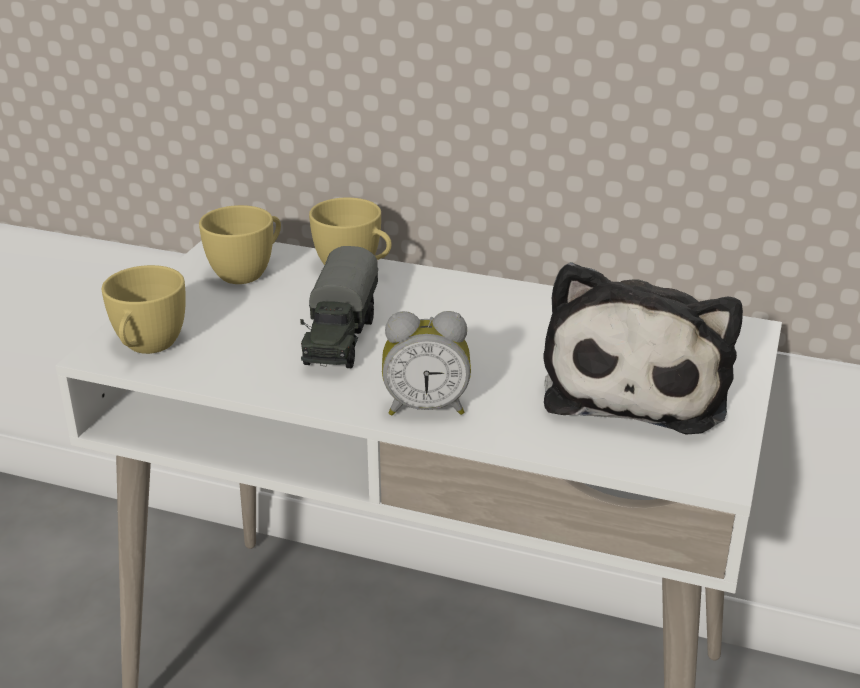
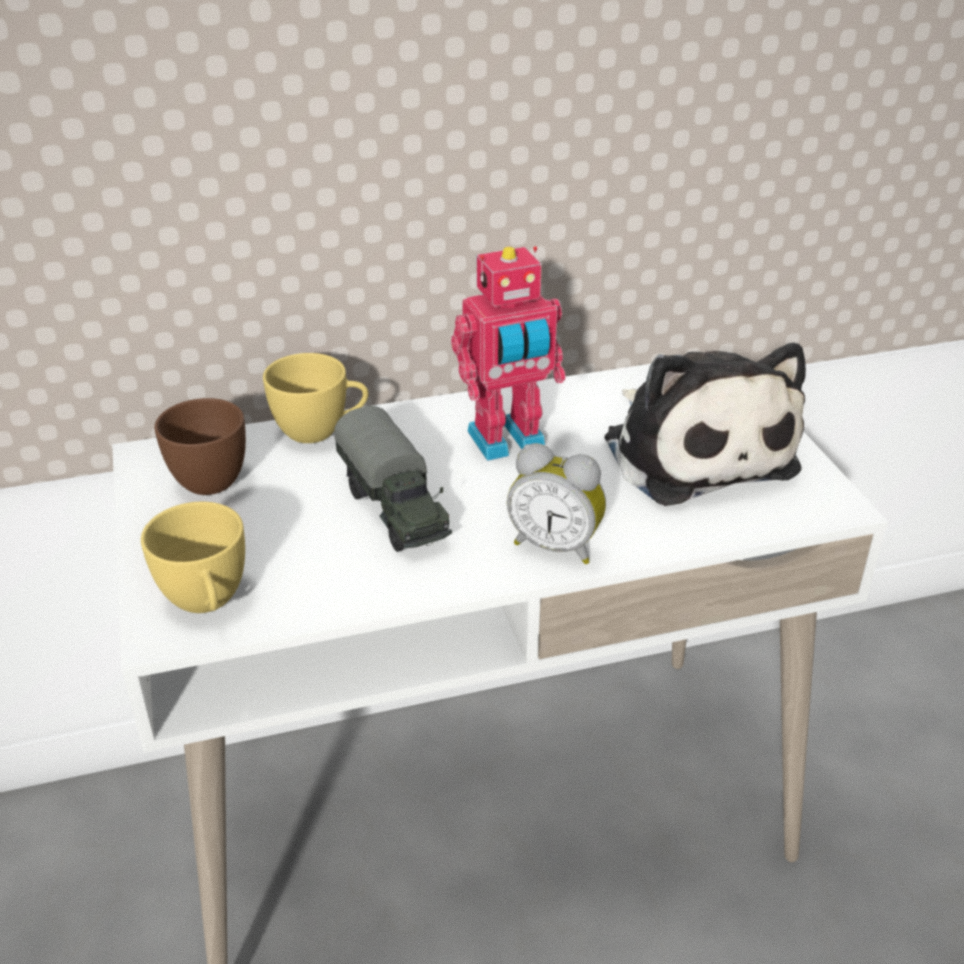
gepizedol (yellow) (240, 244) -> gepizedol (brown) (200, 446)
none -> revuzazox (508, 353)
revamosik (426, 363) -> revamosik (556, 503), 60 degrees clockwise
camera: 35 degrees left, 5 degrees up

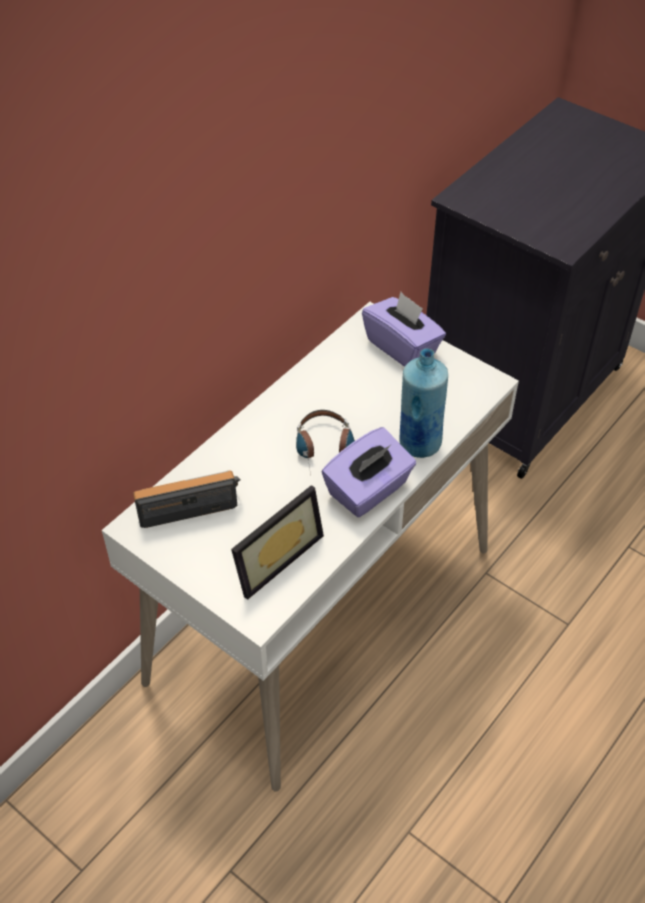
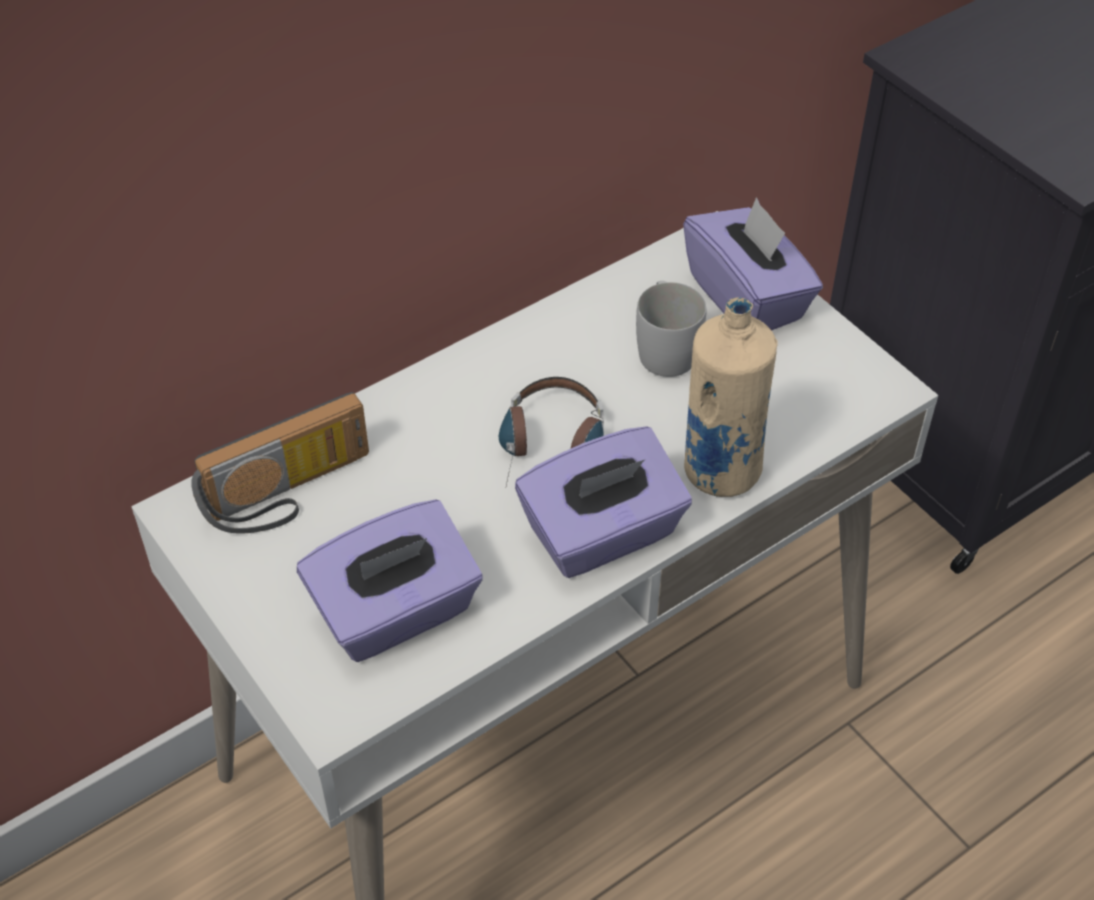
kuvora (187, 499) -> kuvora (280, 463), 150 degrees clockwise
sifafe (277, 542) -> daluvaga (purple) (389, 580)
none -> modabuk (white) (671, 329)
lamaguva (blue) (423, 403) -> lamaguva (beige) (731, 397)
camera: 15 degrees right, 0 degrees up

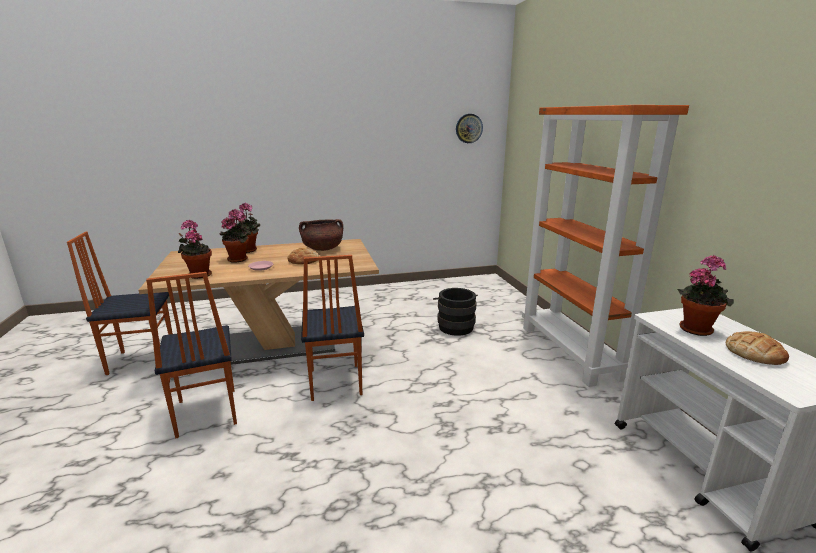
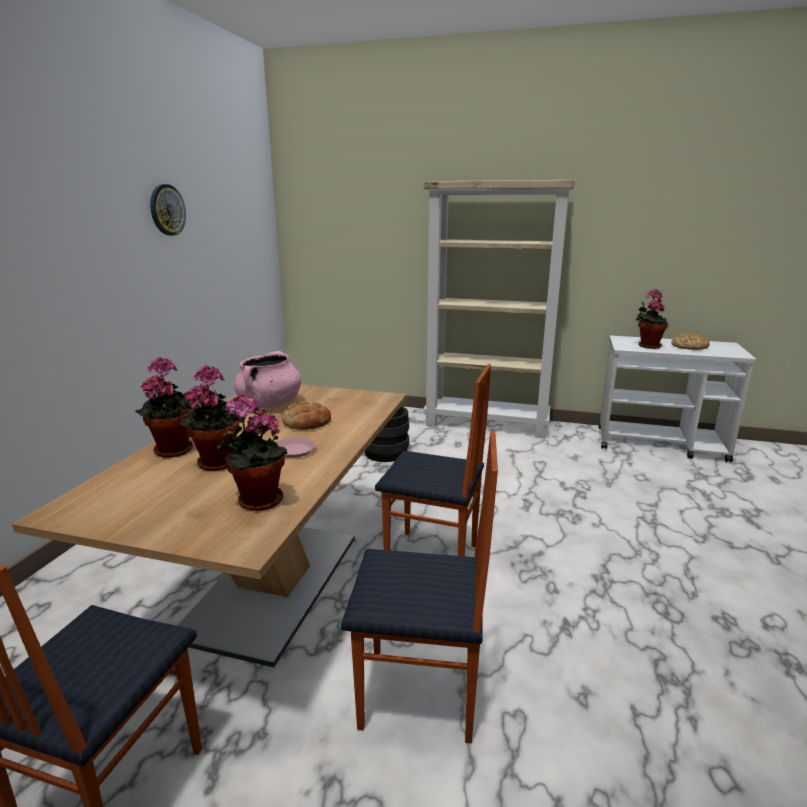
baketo (469, 128) -> baketo (168, 210), moved
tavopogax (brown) (321, 235) -> tavopogax (pink) (267, 379)
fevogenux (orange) (605, 246) -> fevogenux (beige) (499, 309)
camera: 60 degrees left, 0 degrees up

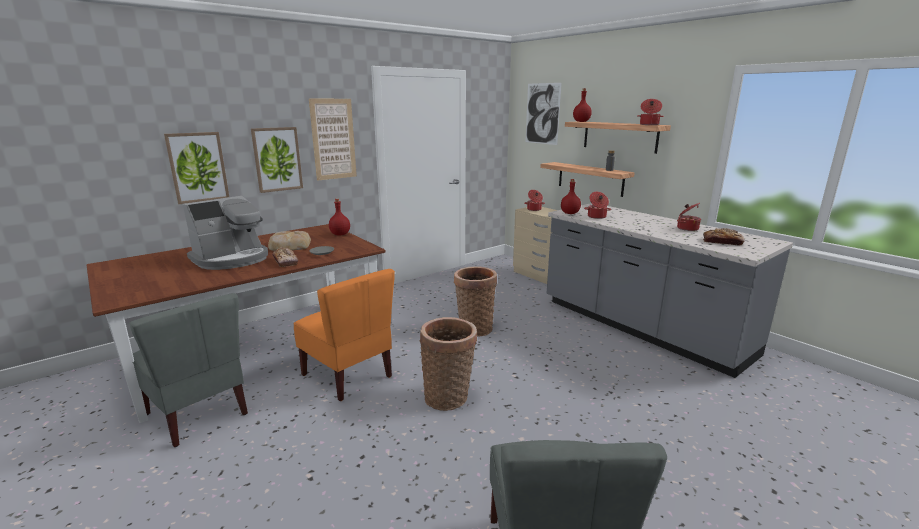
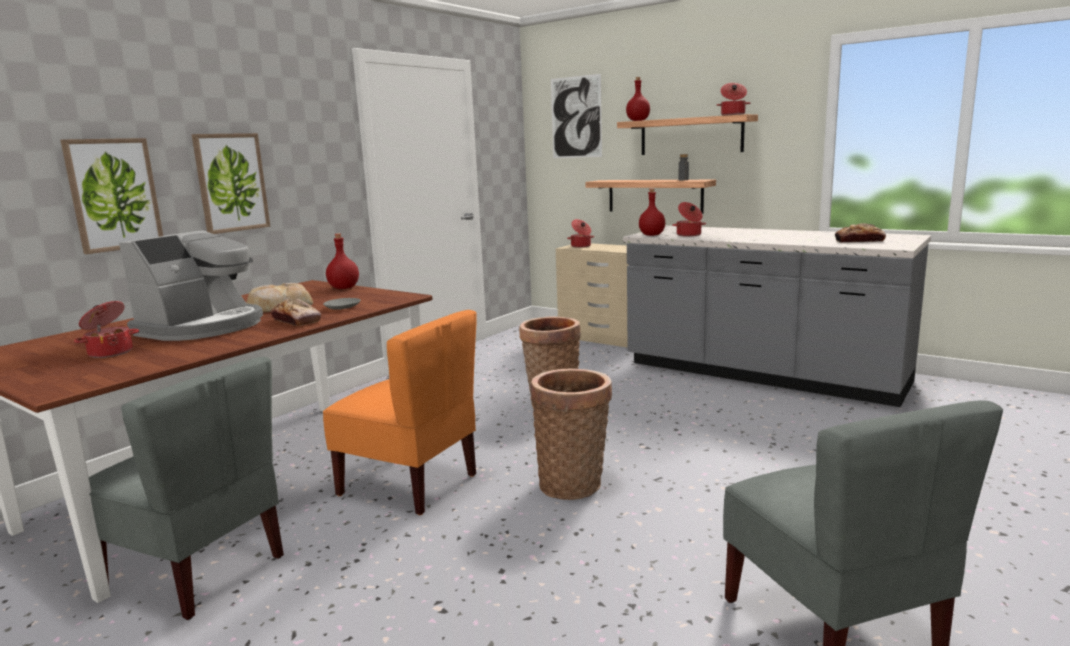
tavopogax (689, 217) -> tavopogax (106, 329), moved
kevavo (333, 140) -> none
camera: 15 degrees left, 5 degrees down

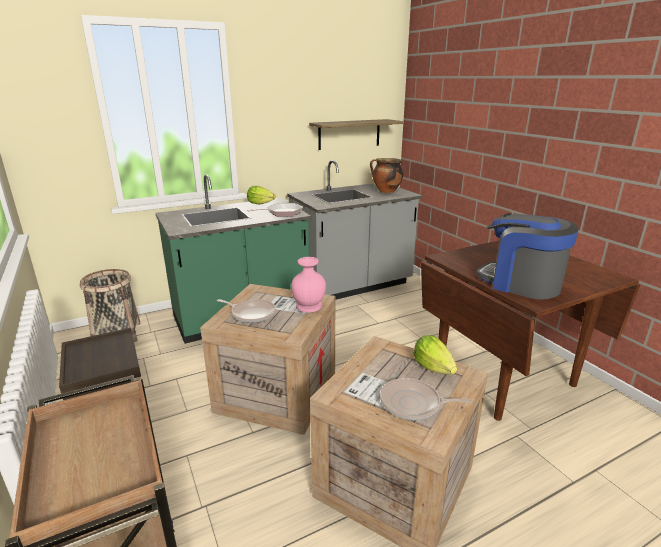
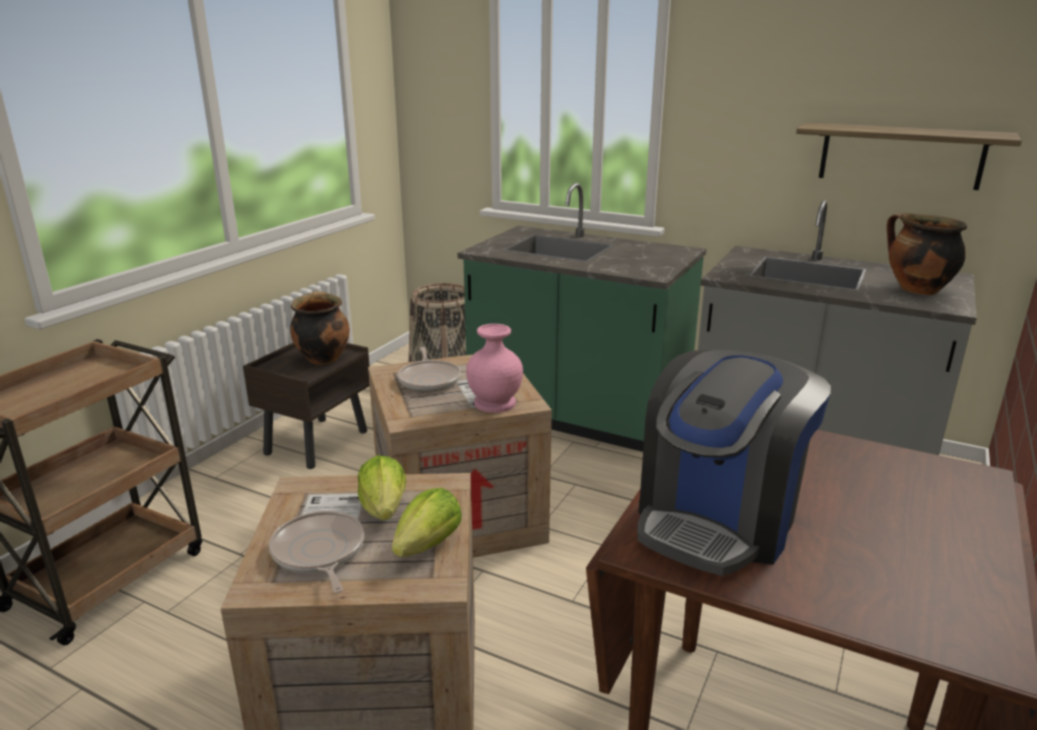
none -> tavopogax (320, 328)
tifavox (261, 195) -> tifavox (382, 487), moved
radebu (527, 256) -> radebu (734, 462), 150 degrees counterclockwise
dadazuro (275, 209) -> none
camera: 55 degrees right, 0 degrees up

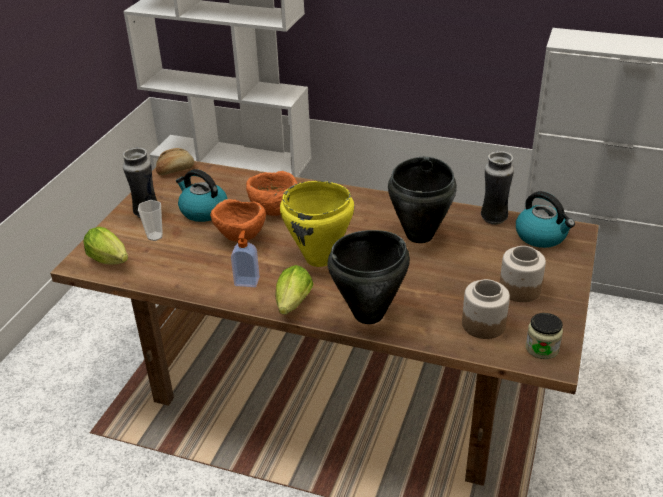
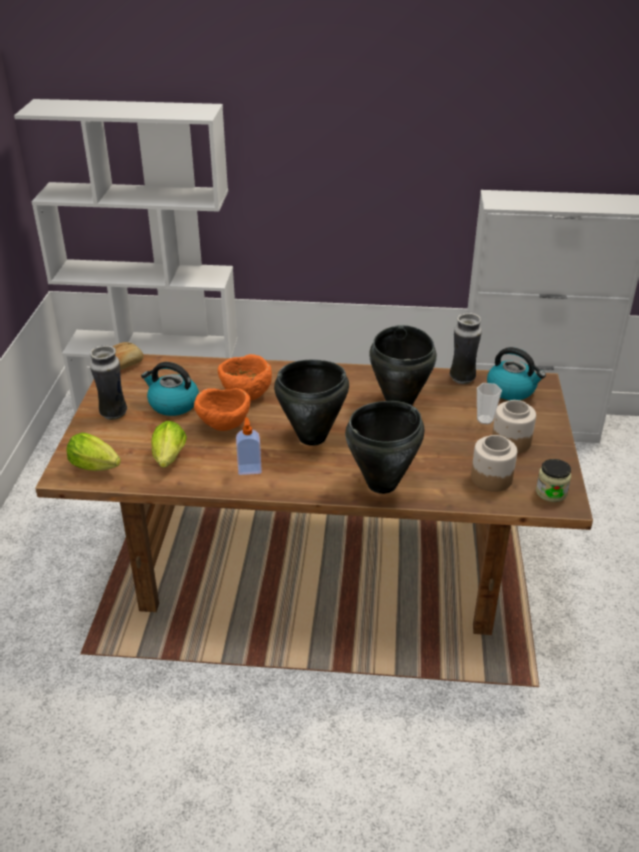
tifavox (294, 290) -> tifavox (169, 444), moved
tavopogax (yellow) (317, 224) -> tavopogax (black) (311, 403)
gepizedol (150, 220) -> gepizedol (489, 403), moved
camera: 15 degrees left, 0 degrees up

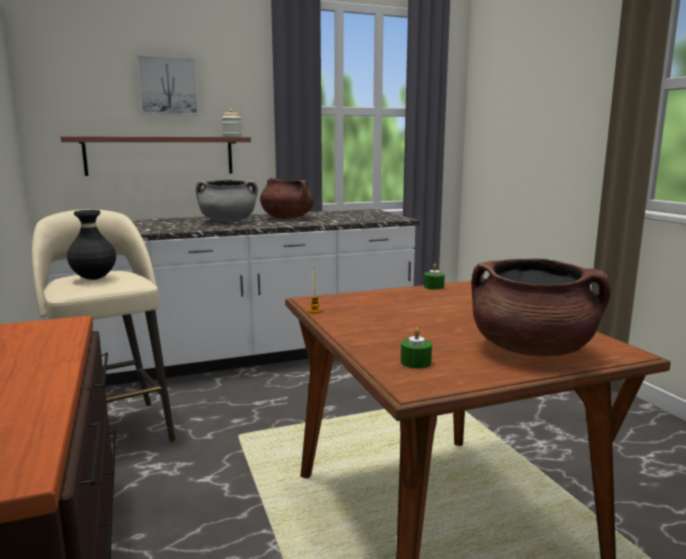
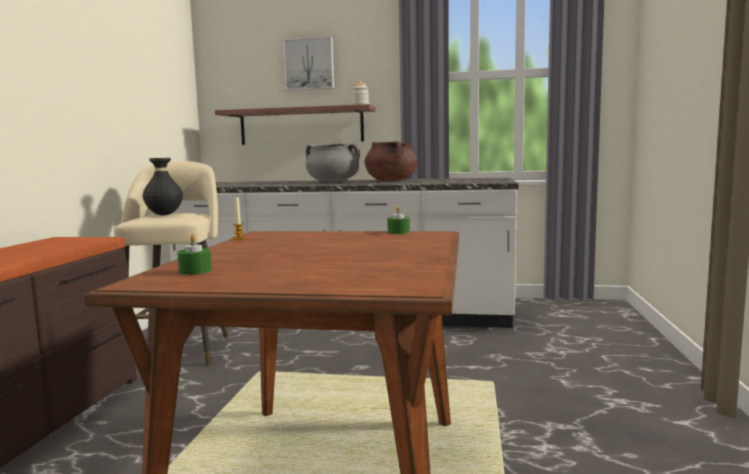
tavopogax (brown) (541, 307) -> none
camera: 30 degrees right, 5 degrees down

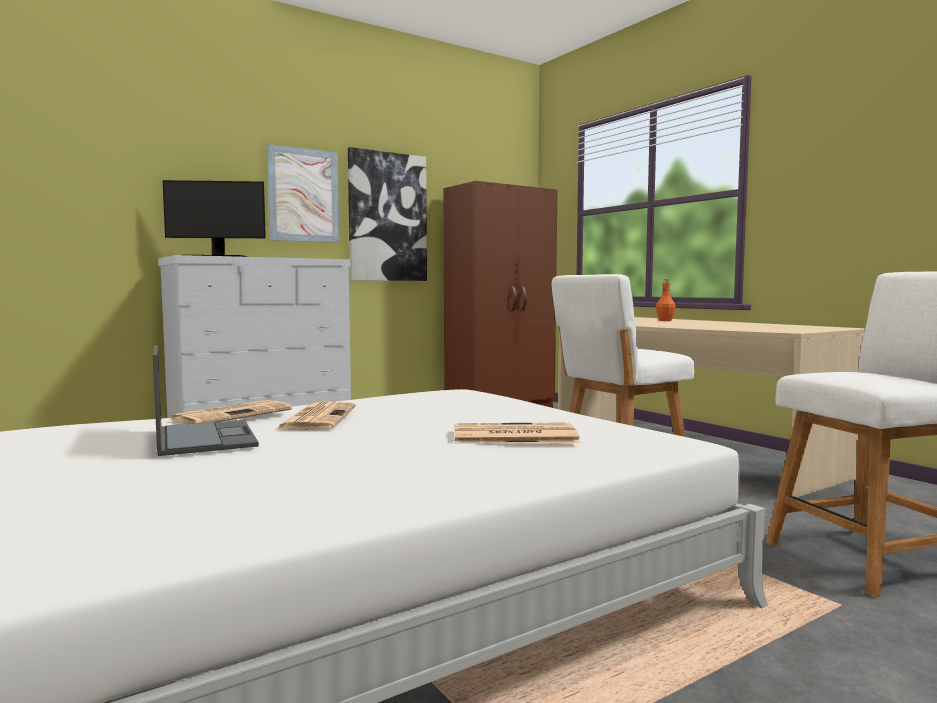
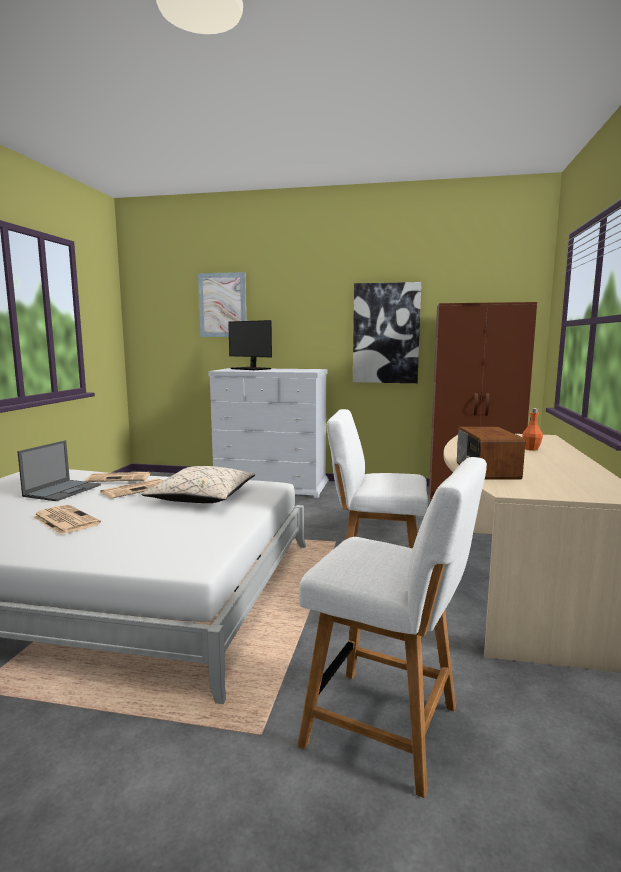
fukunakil (517, 433) -> fukunakil (67, 520), moved
none -> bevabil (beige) (198, 484)
kevavo (303, 193) -> kevavo (222, 304), moved
none -> kuvora (491, 453)
camera: 45 degrees right, 5 degrees up

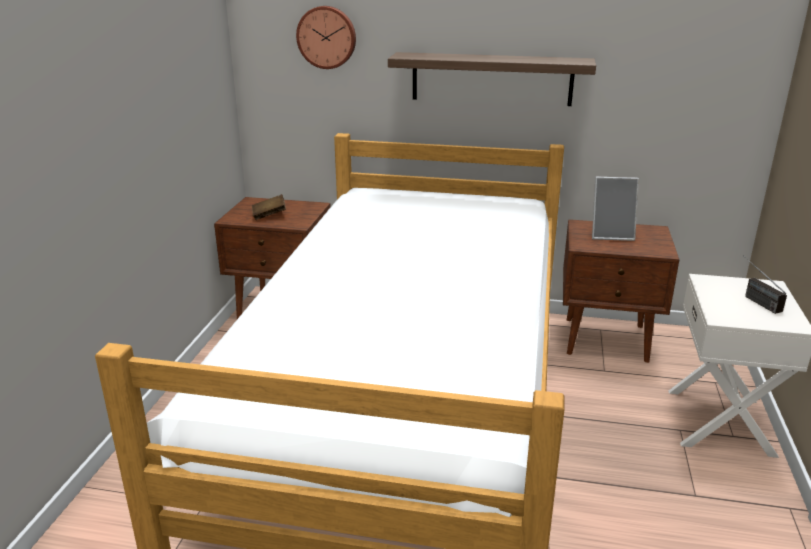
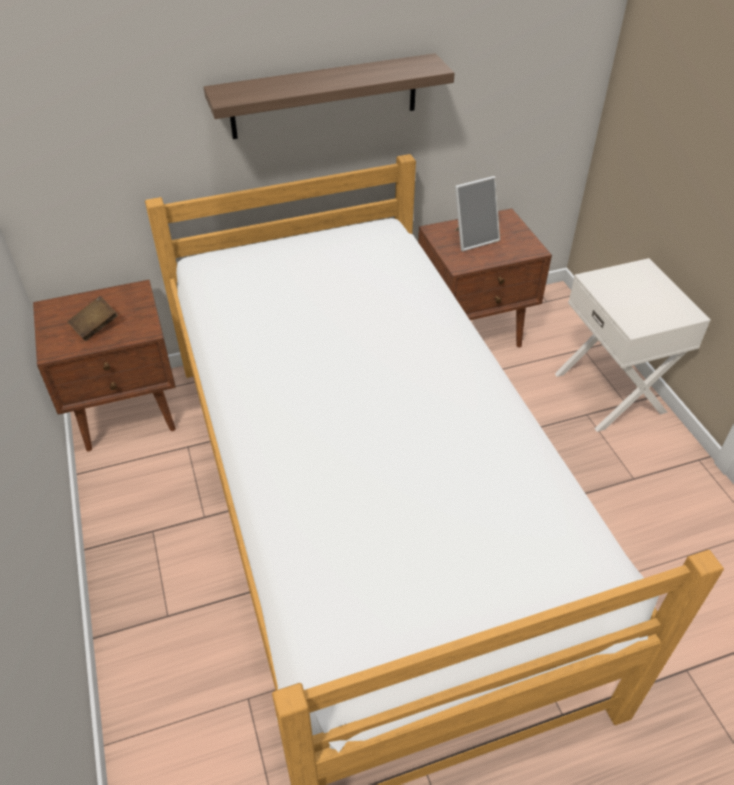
baketo (326, 37) -> none
kuvora (765, 284) -> none
camera: 30 degrees left, 20 degrees up

